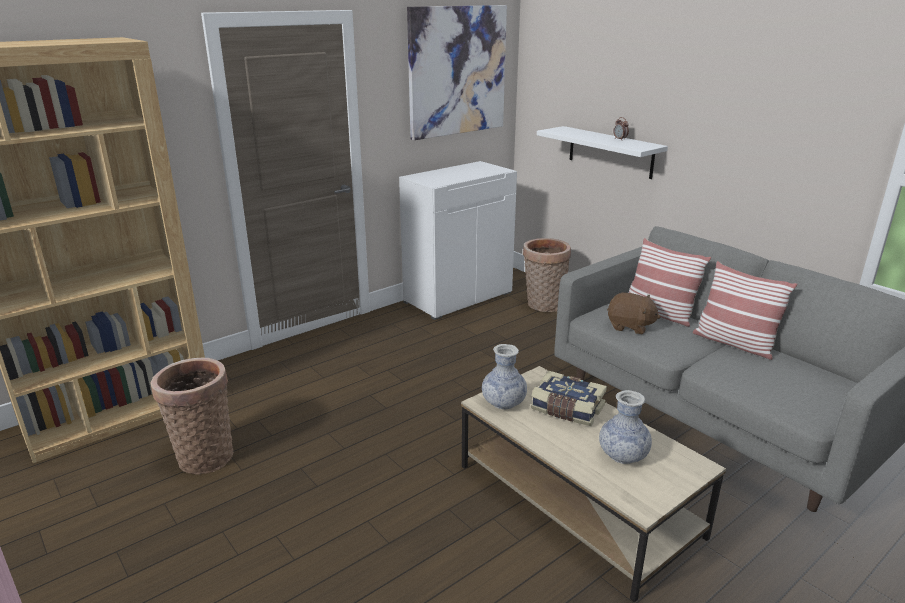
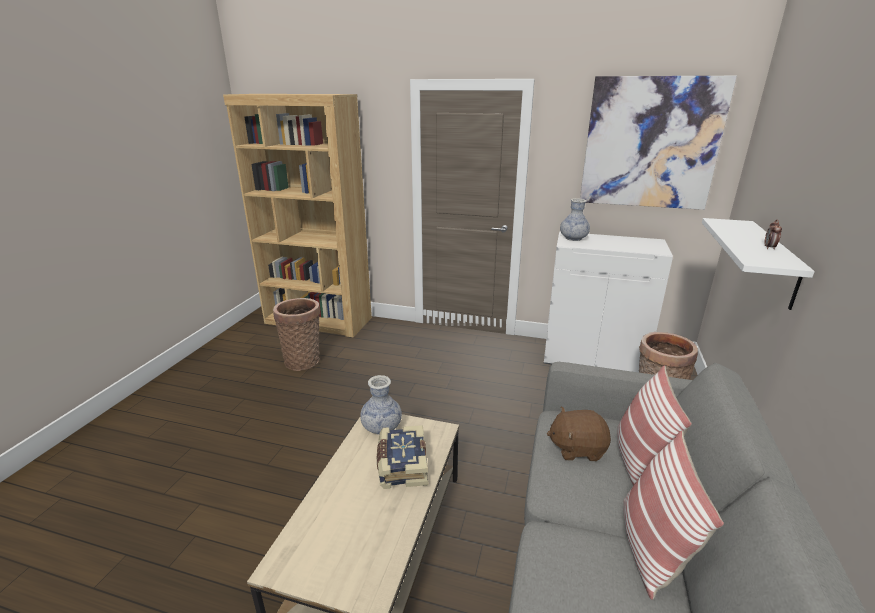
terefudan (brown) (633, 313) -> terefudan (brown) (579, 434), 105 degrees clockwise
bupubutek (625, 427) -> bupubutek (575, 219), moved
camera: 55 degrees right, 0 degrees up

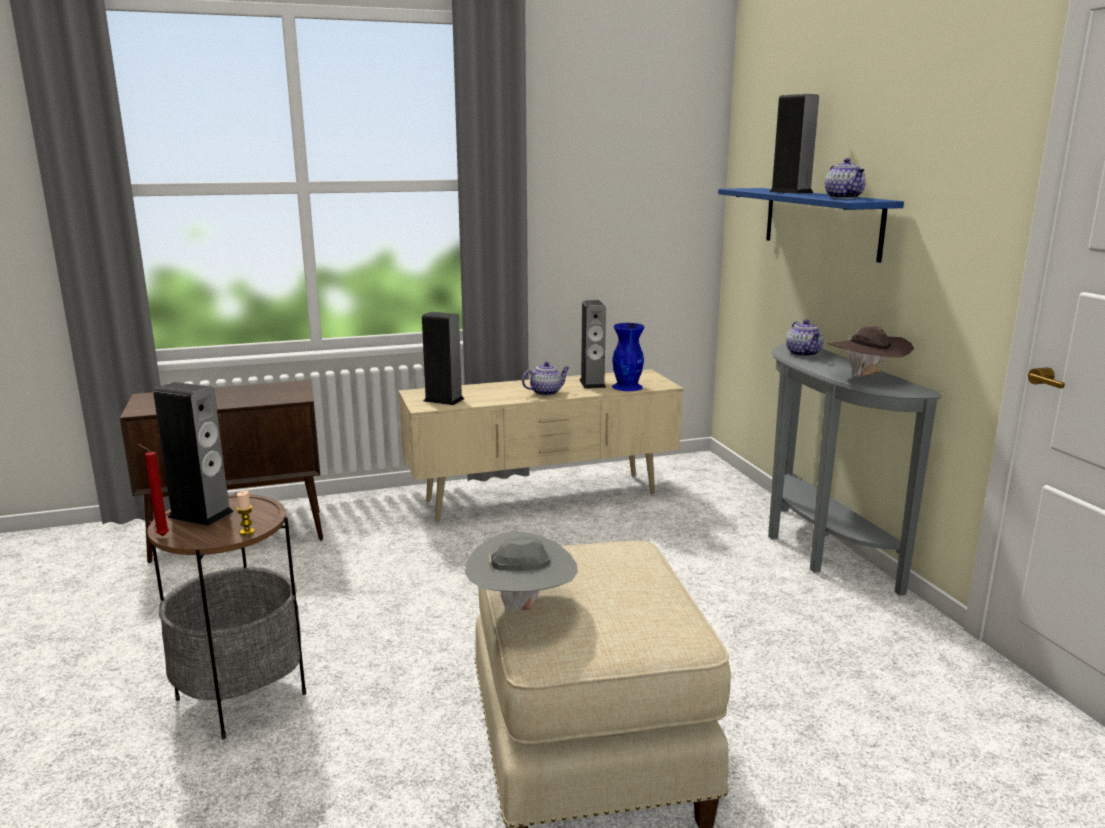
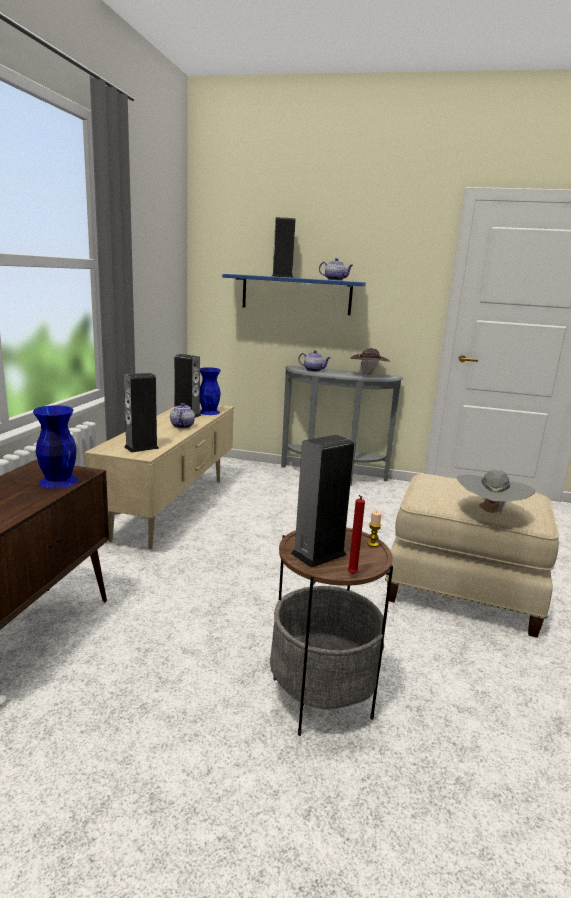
none -> bupubutek (blue) (55, 447)
camera: 60 degrees left, 0 degrees up

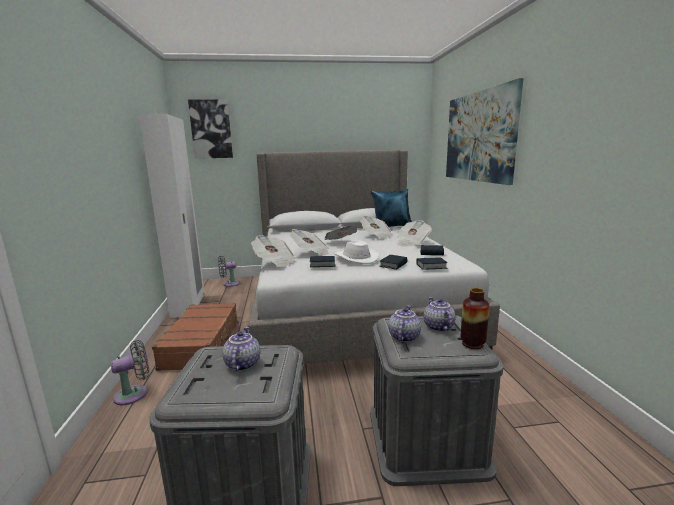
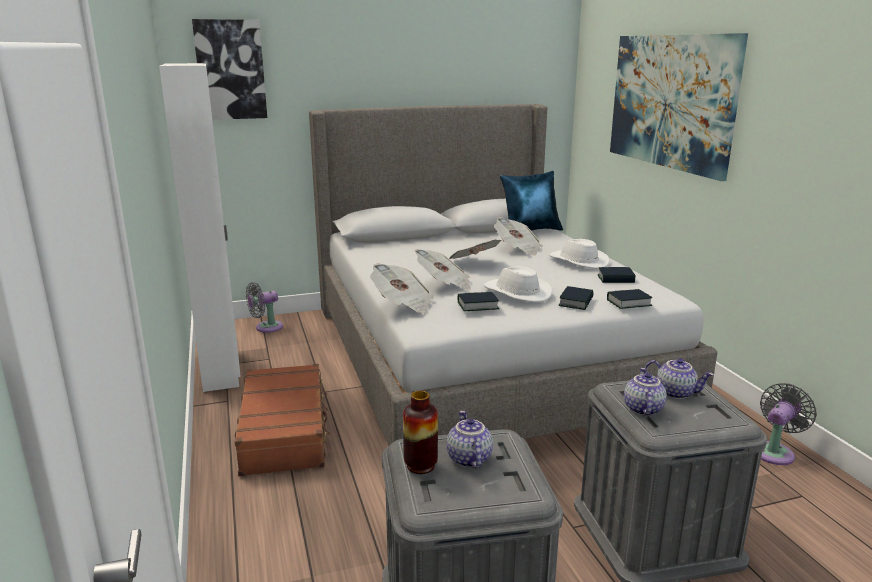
bupubutek (475, 318) -> bupubutek (420, 432), moved
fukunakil (414, 233) -> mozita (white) (579, 254)
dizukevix (439, 314) -> dizukevix (679, 378), 135 degrees clockwise
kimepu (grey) (129, 372) -> kimepu (grey) (788, 424), moved
camera: 10 degrees left, 5 degrees up

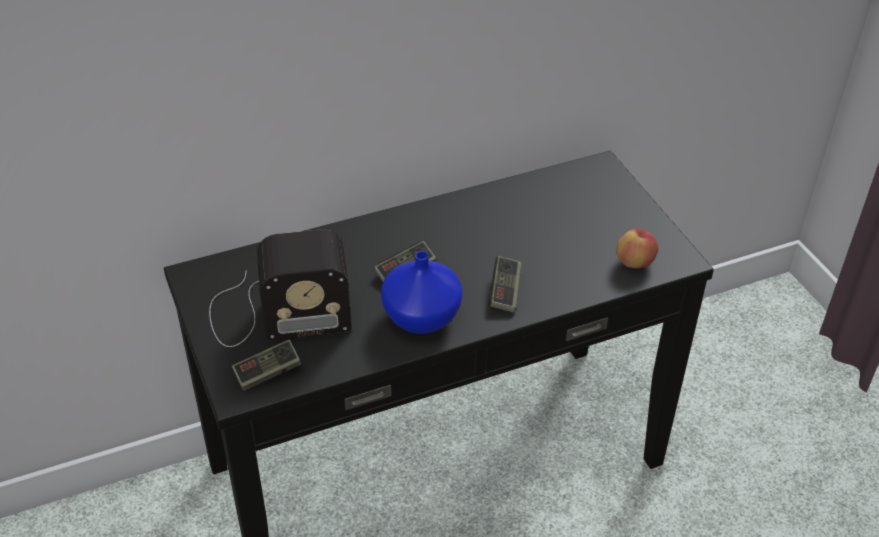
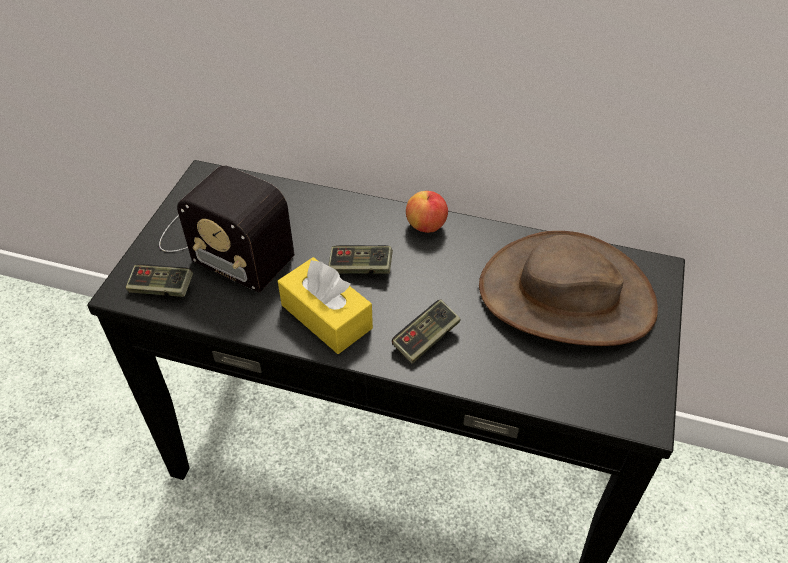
bupubutek (blue) (422, 292) -> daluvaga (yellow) (325, 305)
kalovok (637, 248) -> kalovok (427, 212), moved
none -> mozita (brown) (568, 288)
camera: 40 degrees right, 5 degrees up

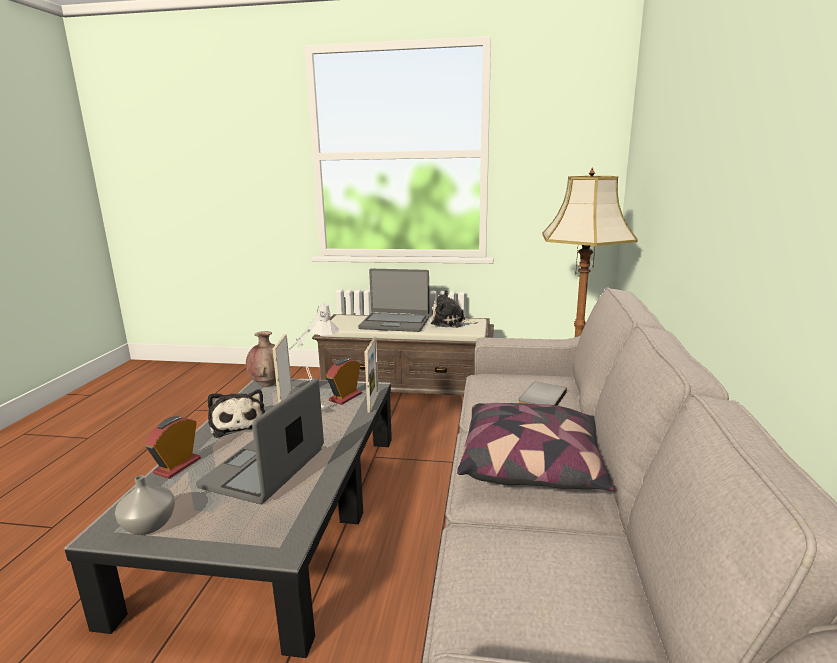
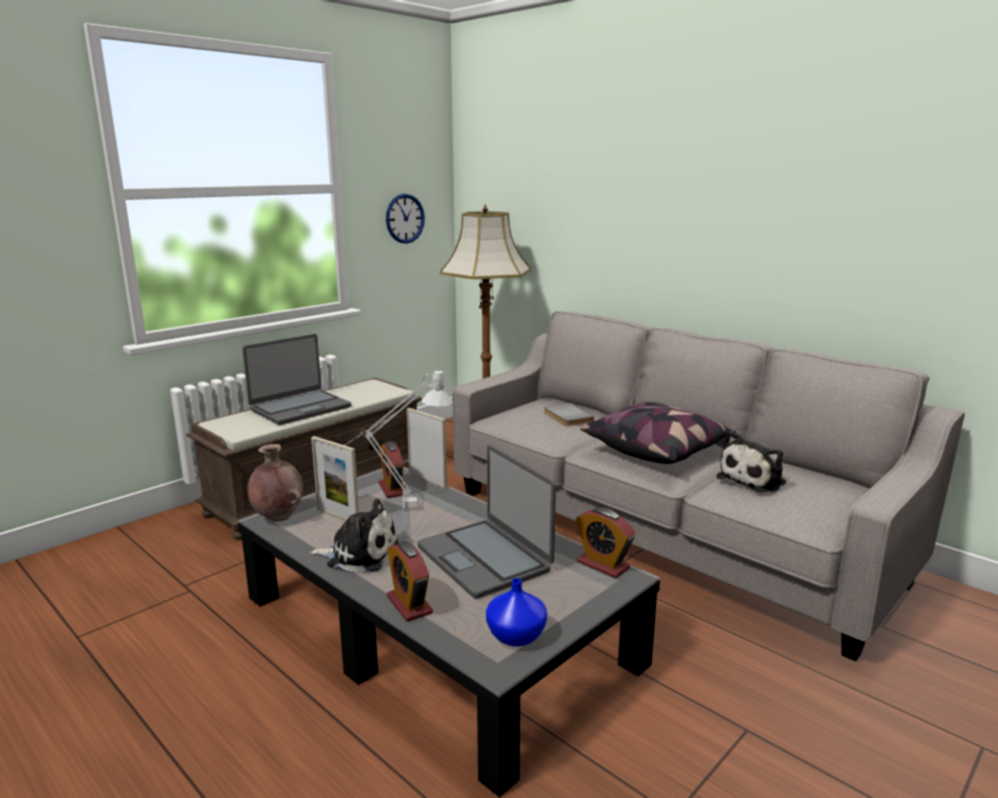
none -> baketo (405, 219)
bupubutek (grey) (145, 505) -> bupubutek (blue) (516, 612)
none -> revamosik (606, 542)
terefudan (454, 309) -> terefudan (751, 462), moved
camera: 55 degrees left, 0 degrees up

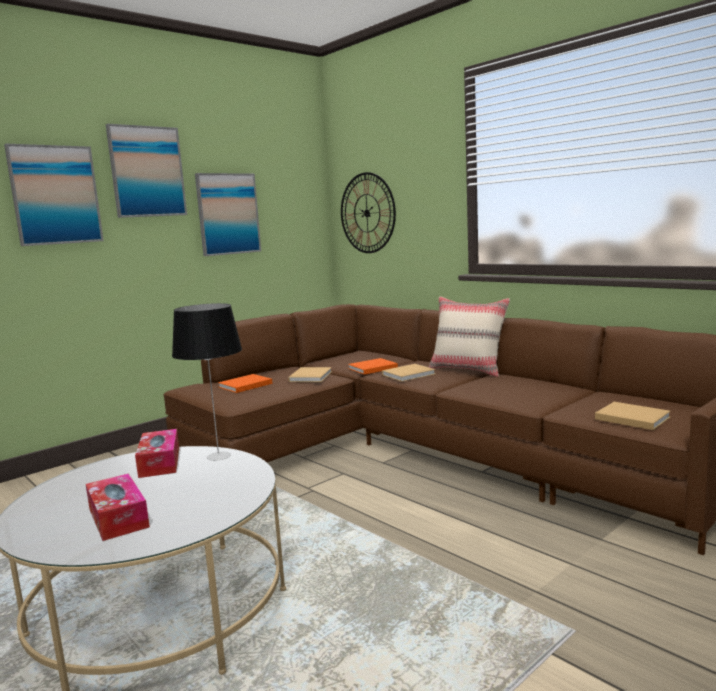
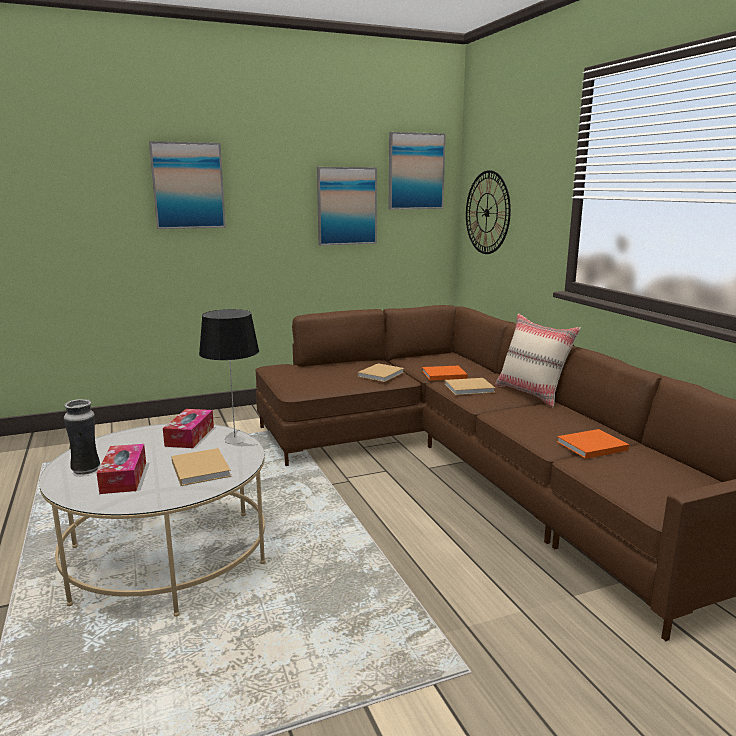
none -> bupubutek (82, 437)
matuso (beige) (633, 416) -> matuso (beige) (201, 467), moved
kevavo (146, 171) -> kevavo (417, 171), moved
matuso (orange) (245, 383) -> matuso (orange) (593, 444), moved
camera: 20 degrees right, 5 degrees up

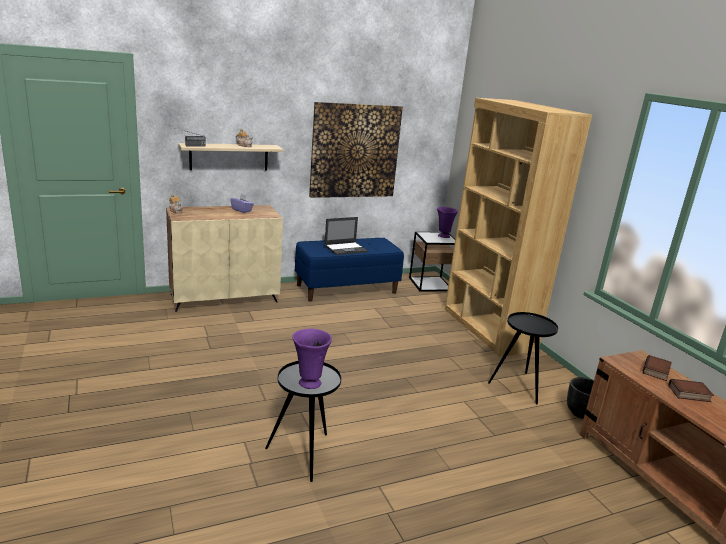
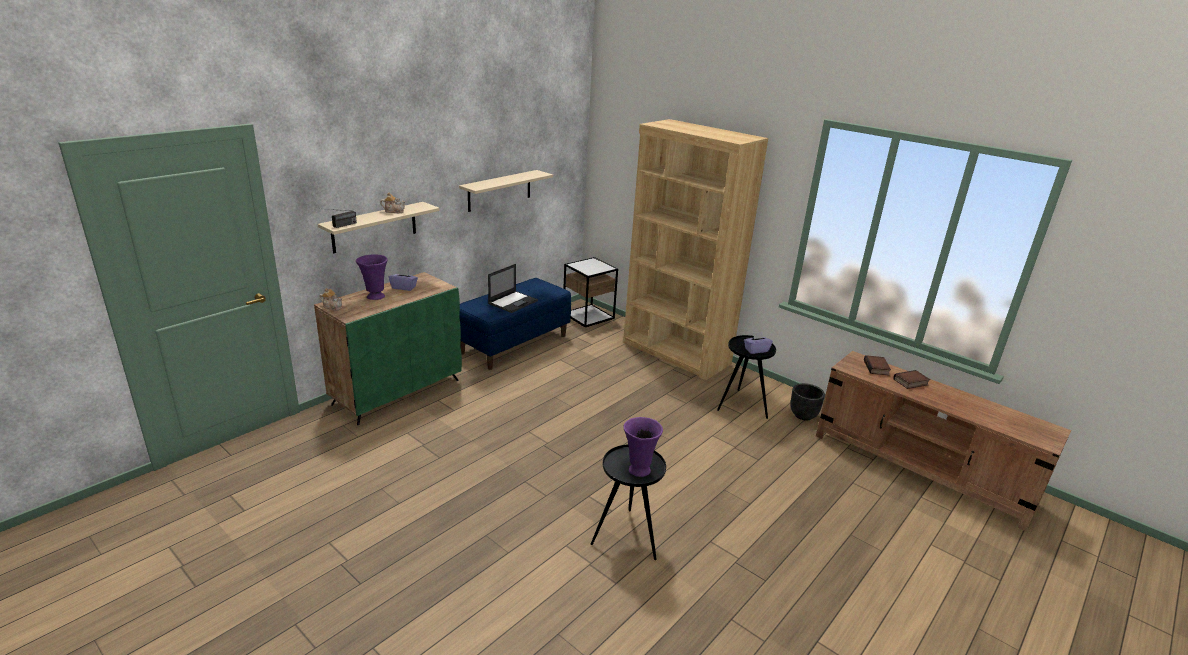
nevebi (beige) (224, 258) -> nevebi (green) (388, 348)
bupubutek (purple) (447, 222) -> bupubutek (purple) (372, 277), moved
kevavo (356, 150) -> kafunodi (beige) (506, 191)
none -> daluvaga (purple) (758, 343)
camera: 25 degrees left, 5 degrees up

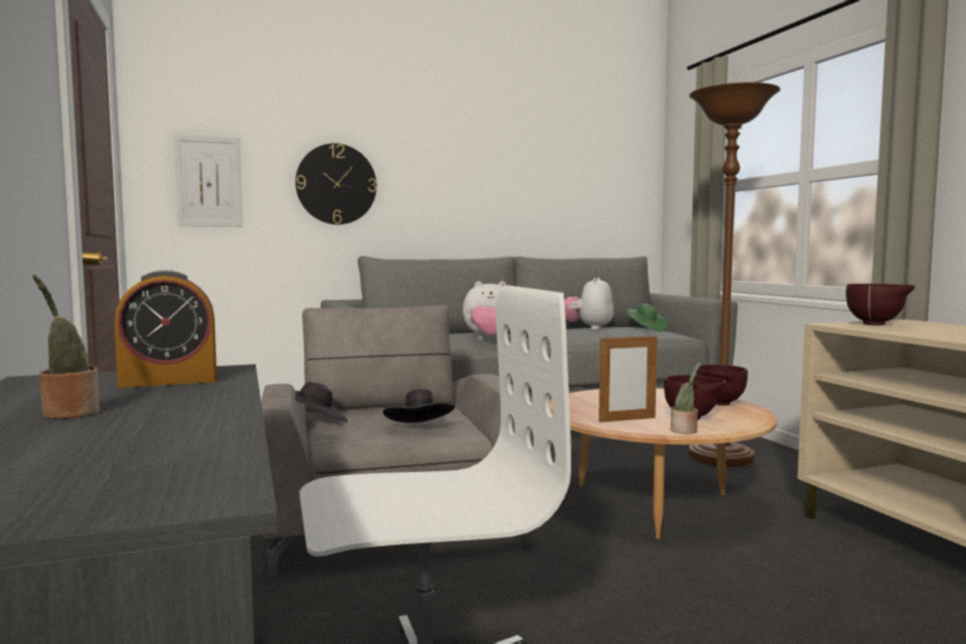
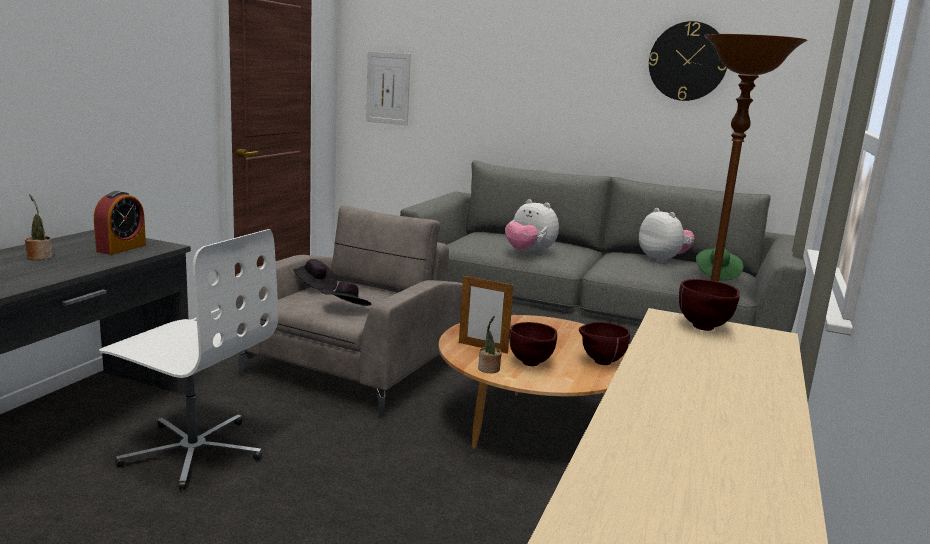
revamosik (165, 329) -> revamosik (120, 223), 90 degrees counterclockwise
terefudan (589, 303) -> terefudan (667, 236), 90 degrees clockwise
baketo (336, 184) -> baketo (688, 61), moved
camera: 40 degrees right, 10 degrees up

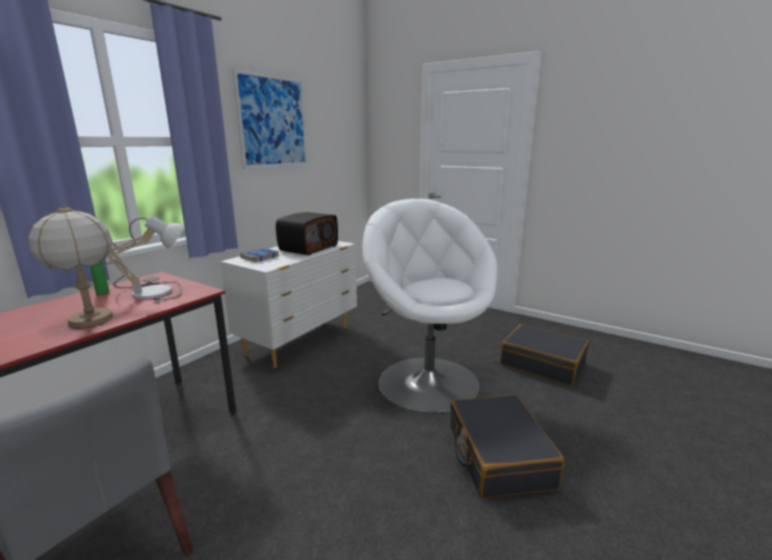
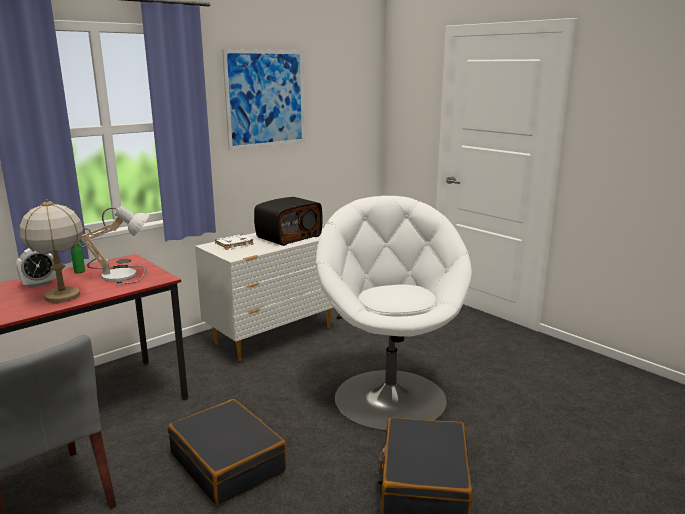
none -> revamosik (36, 268)
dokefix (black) (544, 355) -> dokefix (black) (227, 452), moved
matuso (blue) (259, 255) -> matuso (white) (234, 242)
camera: 15 degrees right, 0 degrees up

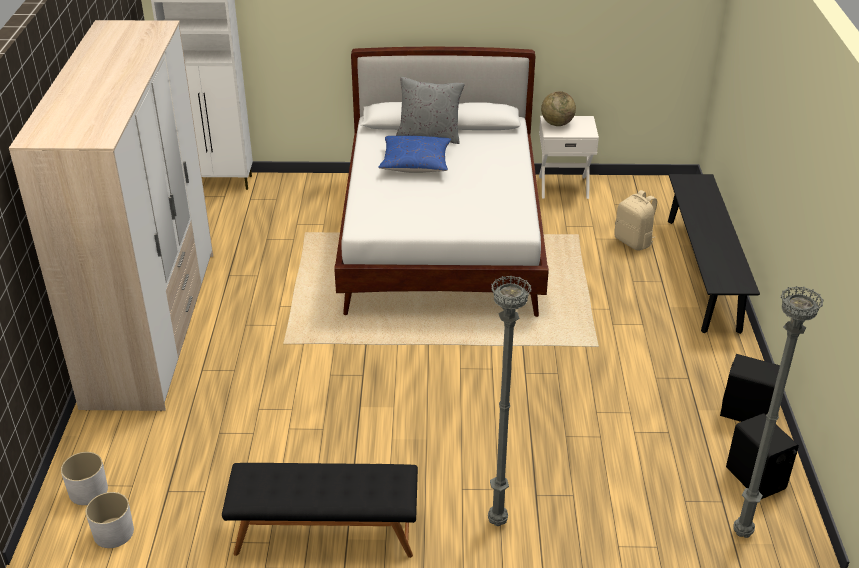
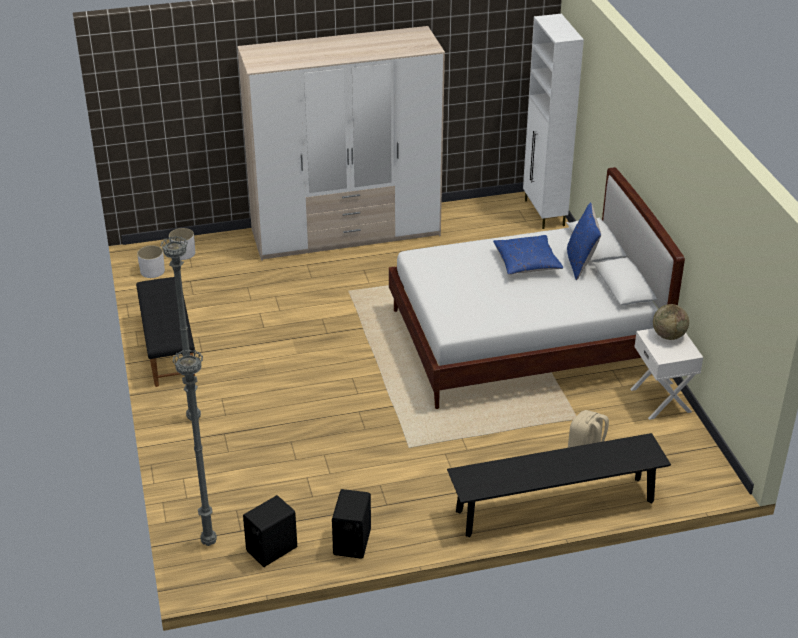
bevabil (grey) (430, 110) -> bevabil (blue) (584, 241)
camera: 75 degrees right, 0 degrees up

